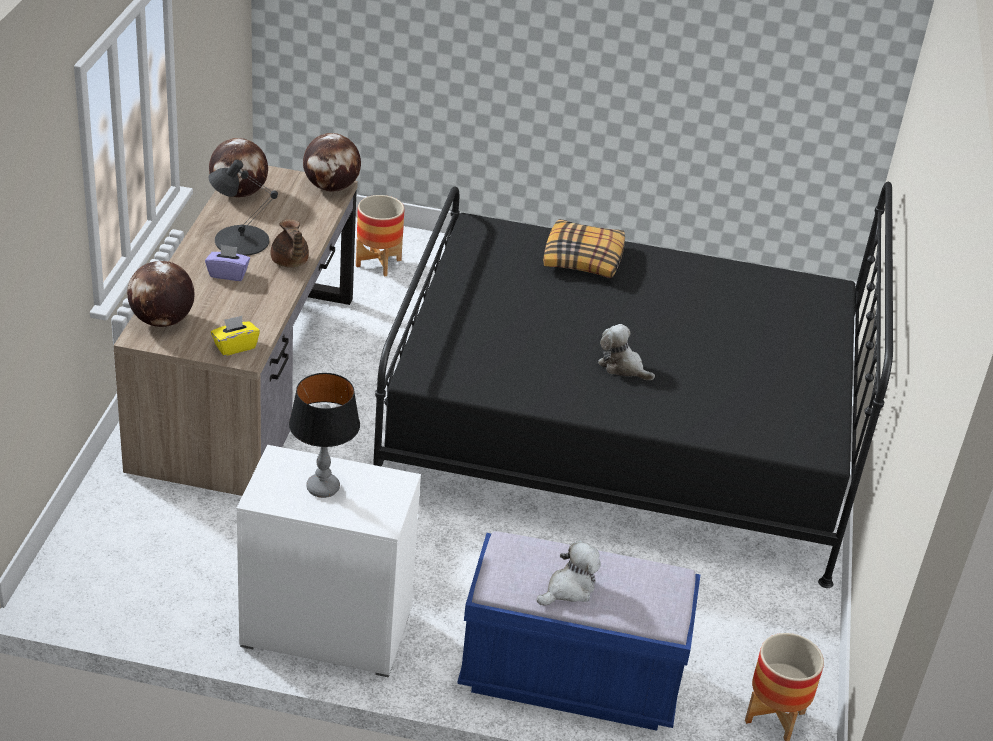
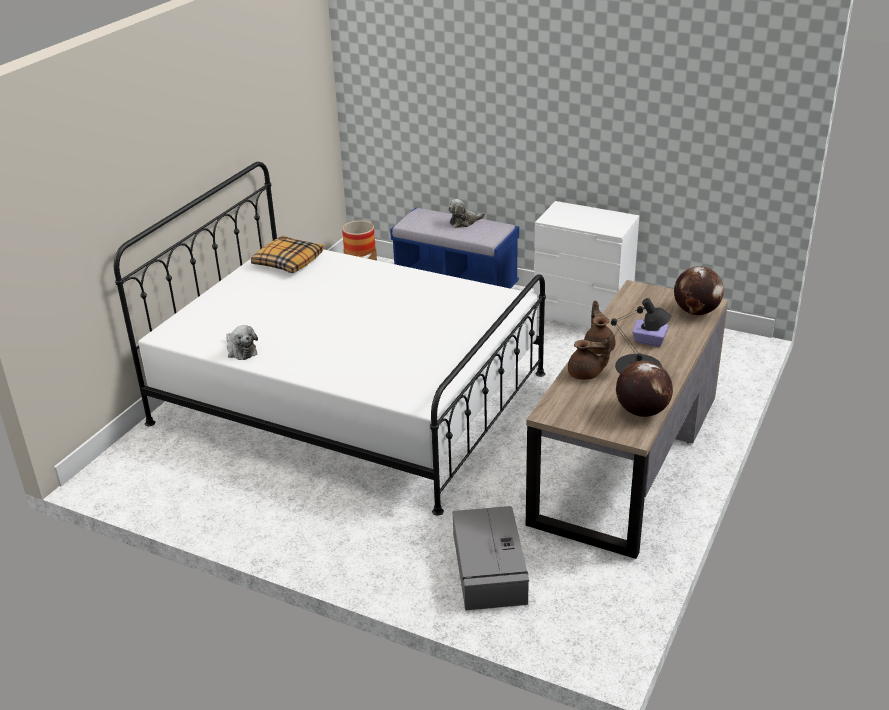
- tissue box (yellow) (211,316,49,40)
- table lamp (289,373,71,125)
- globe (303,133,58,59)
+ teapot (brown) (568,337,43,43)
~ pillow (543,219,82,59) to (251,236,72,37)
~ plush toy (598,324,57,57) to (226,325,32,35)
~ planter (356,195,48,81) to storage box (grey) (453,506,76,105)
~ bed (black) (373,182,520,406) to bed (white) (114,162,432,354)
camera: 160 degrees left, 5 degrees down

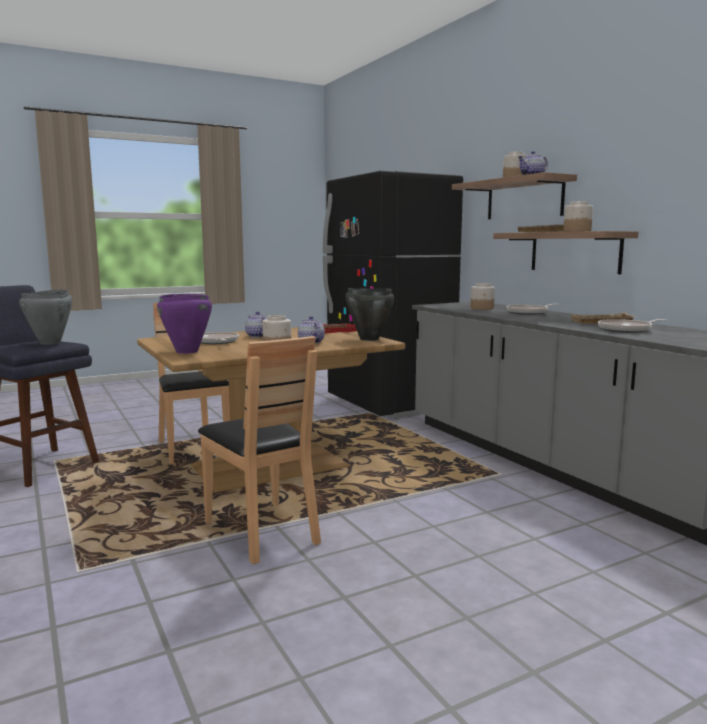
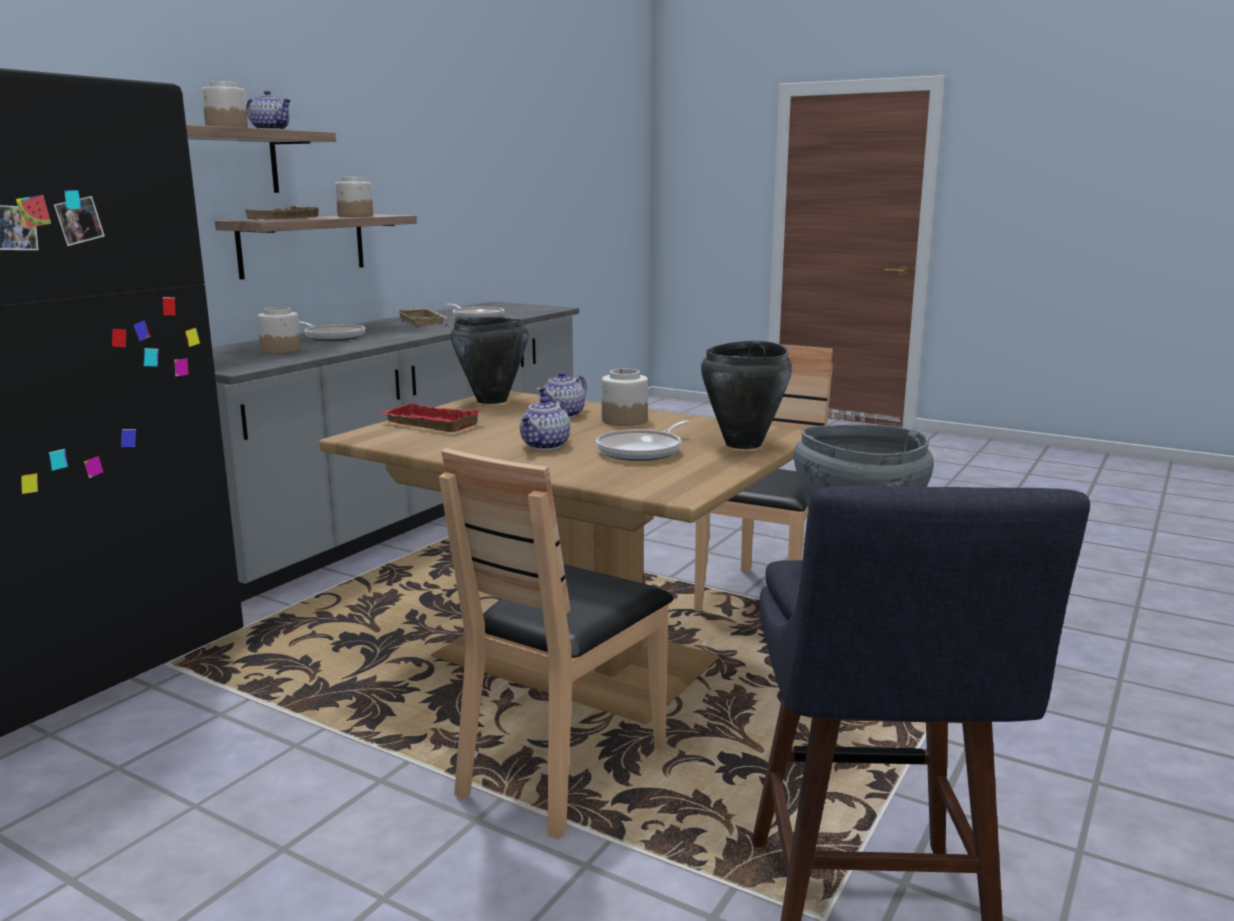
~ cooking pot (purple) (157,294,55,60) to cooking pot (black) (701,340,91,109)
camera: 120 degrees left, 5 degrees up

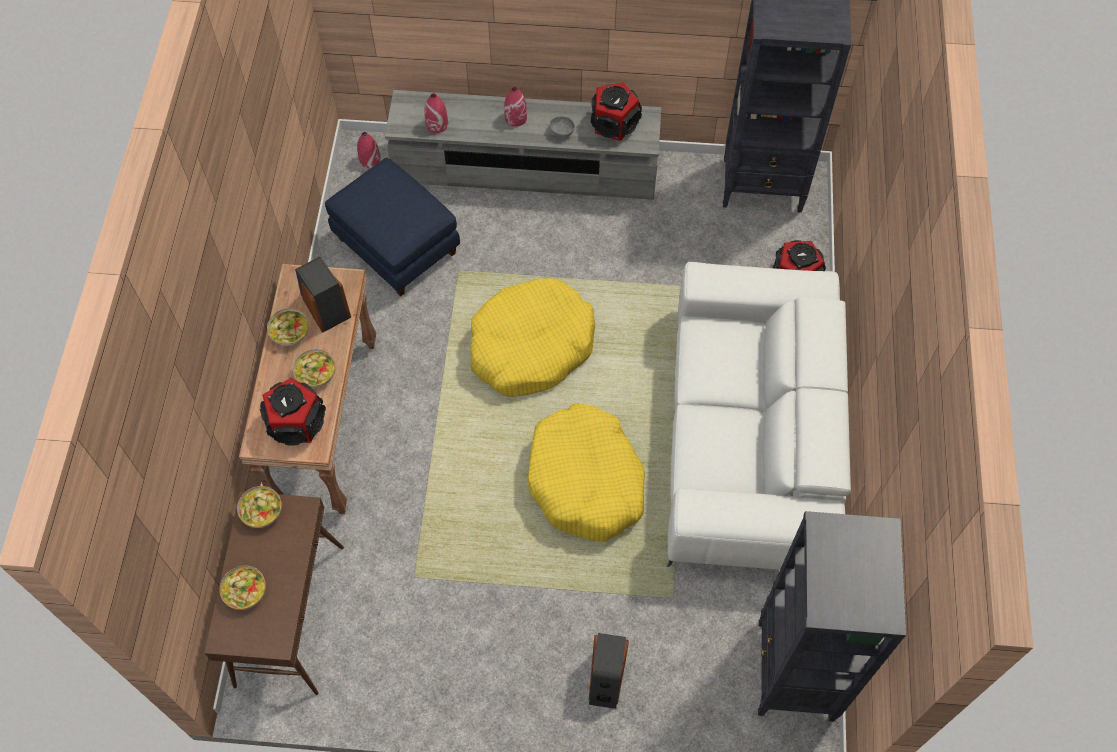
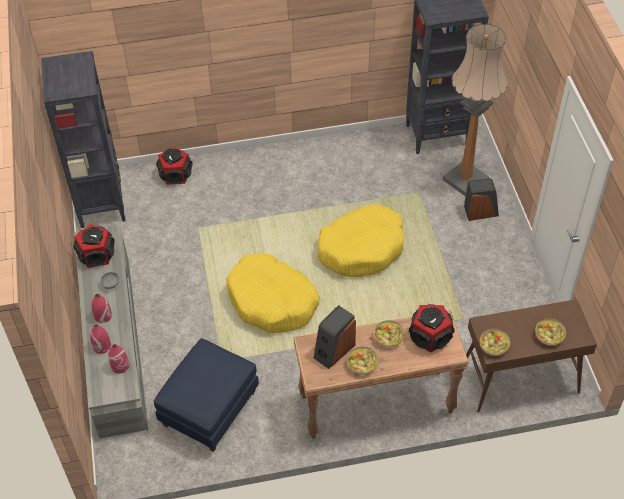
- sofa (white) (667,262,184,308)
+ floor lamp (443,24,65,172)
~ vase (red) (357,132,24,36) to (90,324,21,30)
camera: 105 degrees left, 10 degrees down

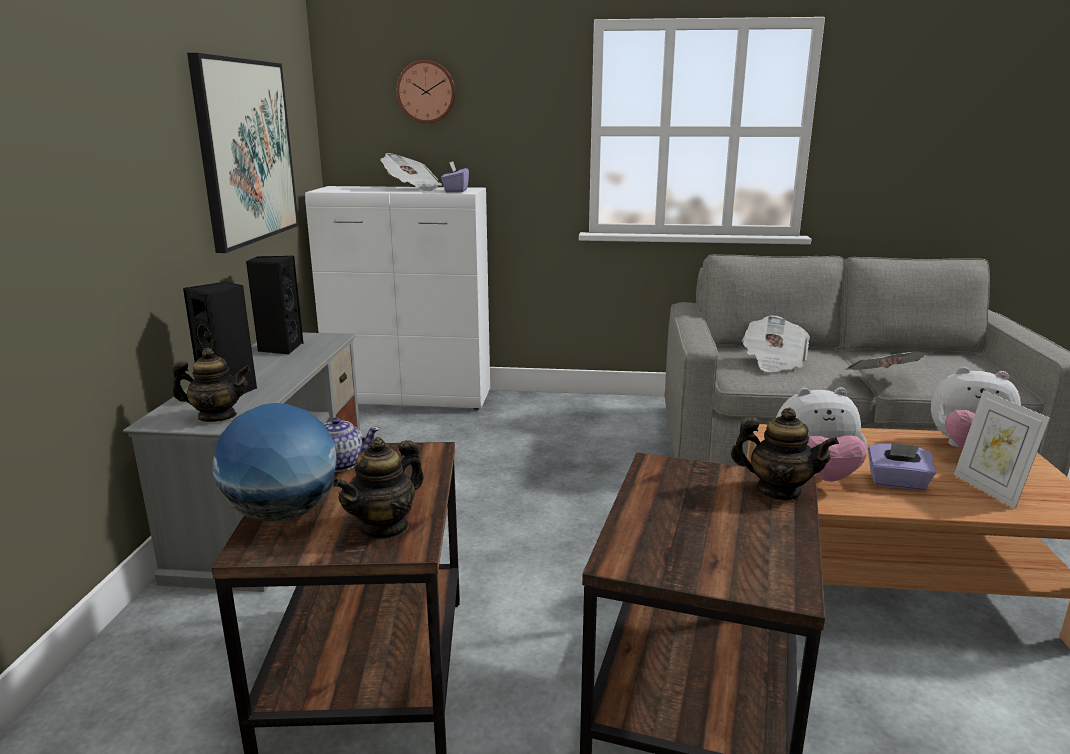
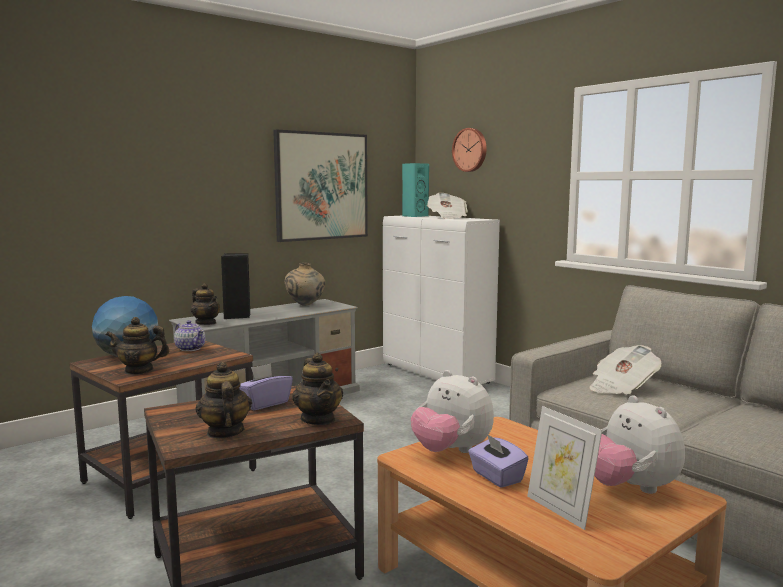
- newspaper (846,351,82,19)
+ teapot (196,362,56,77)
+ speaker (turquoise) (402,163,27,54)
~ tissue box (purple) (441,161,28,31) to (240,363,53,48)
~ speaker (black) (246,256,57,99) to vase (beige) (285,263,40,43)
~ picture frame (954,390,96,119) = (527,406,75,124) 60 degrees counterclockwise
camera: 45 degrees right, 10 degrees down

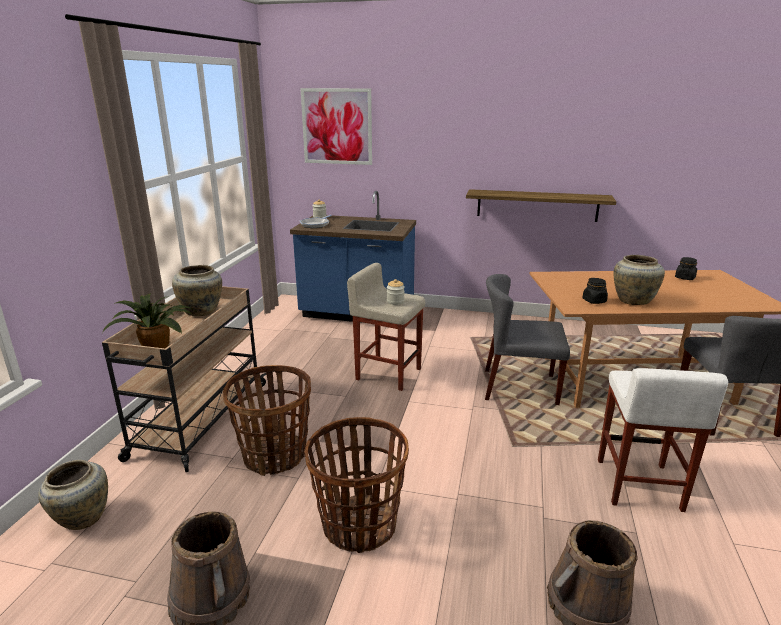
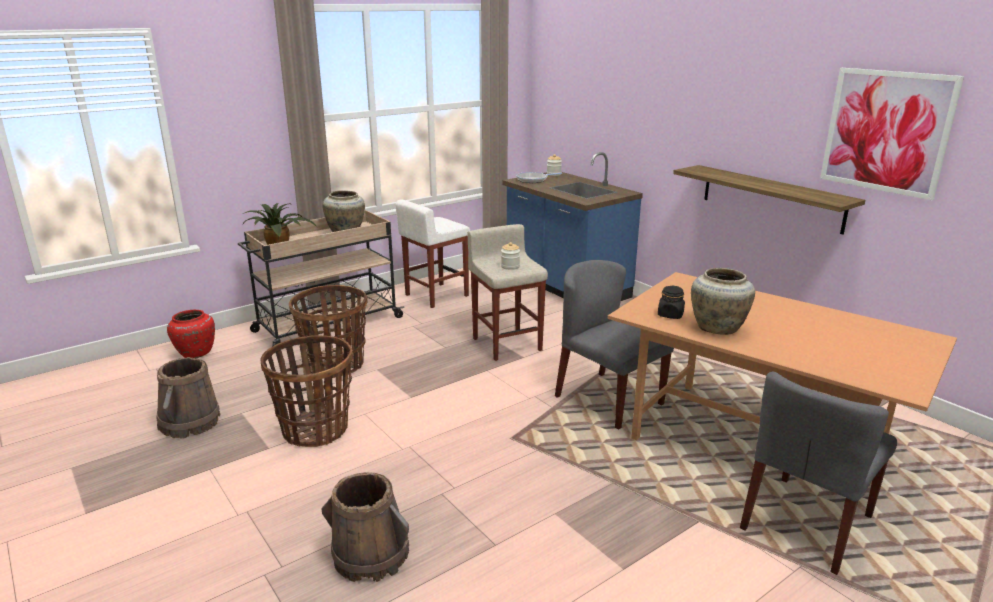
- jar (black) (675,257,22,23)
~ picture (300,88,72,77) to (820,68,144,132)
~ stool (white) (598,368,130,144) to (396,199,74,109)
~ vase (beige) (38,460,70,70) to vase (red) (167,310,48,48)
camera: 40 degrees right, 0 degrees up

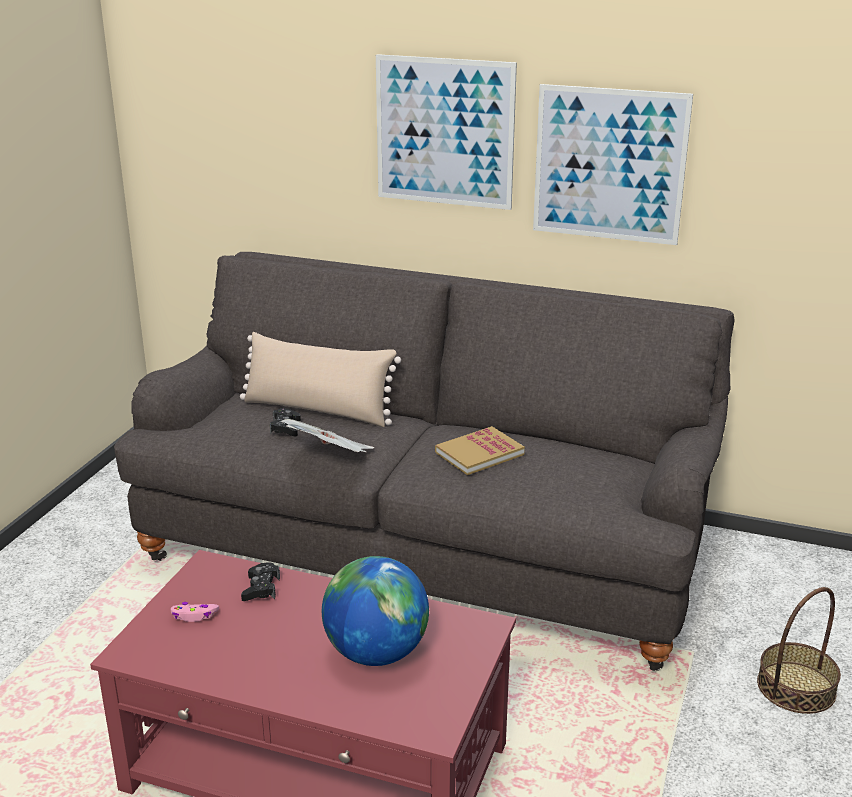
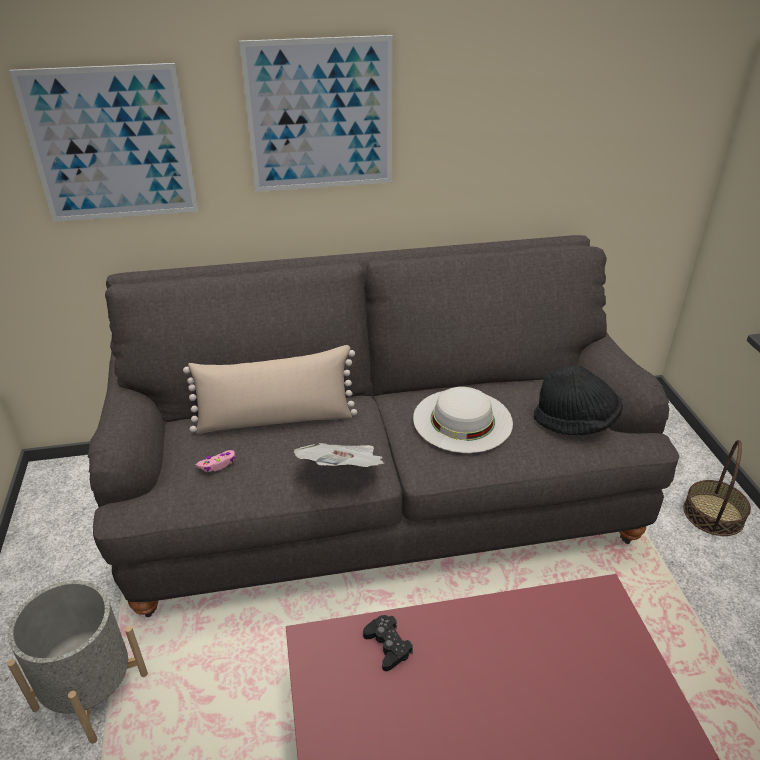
- game controller (black) (270,408,31,28)
- globe (322,556,107,110)
+ planter (grey) (7,580,141,164)
+ hat (black) (534,365,89,70)
~ game controller (pink) (171,602,48,20) to (196,450,39,22)
~ picture (533,84,160,161) to (9,63,190,159)
~ book (435,426,90,49) to hat (white) (413,387,100,66)
camera: 30 degrees left, 10 degrees up

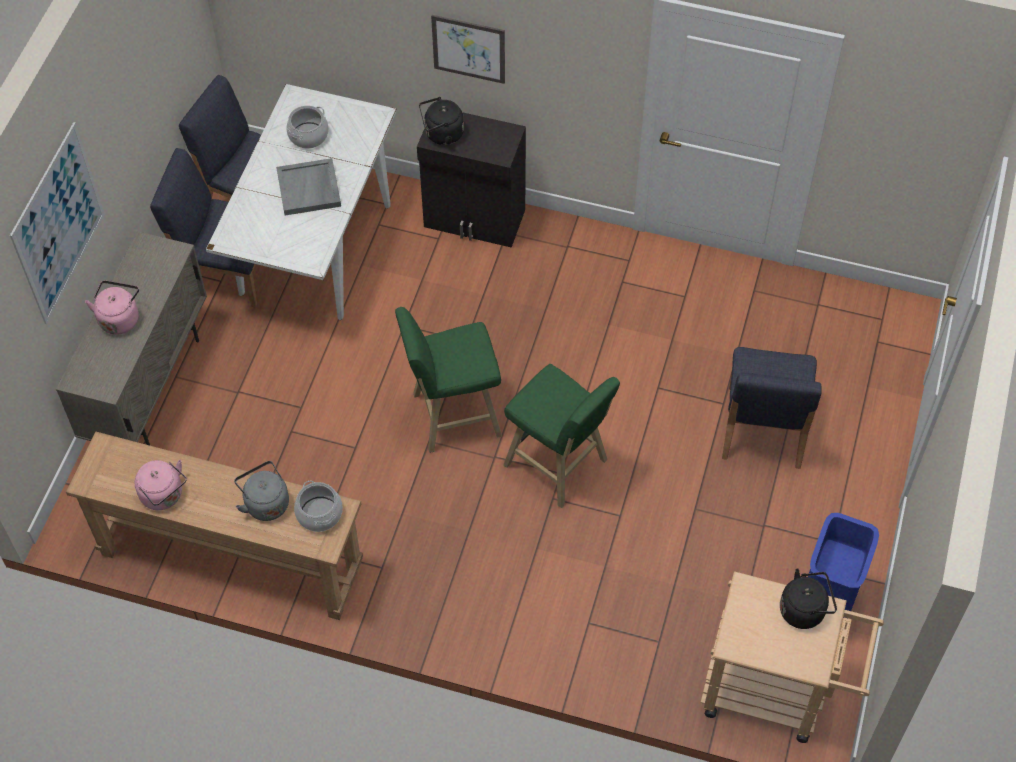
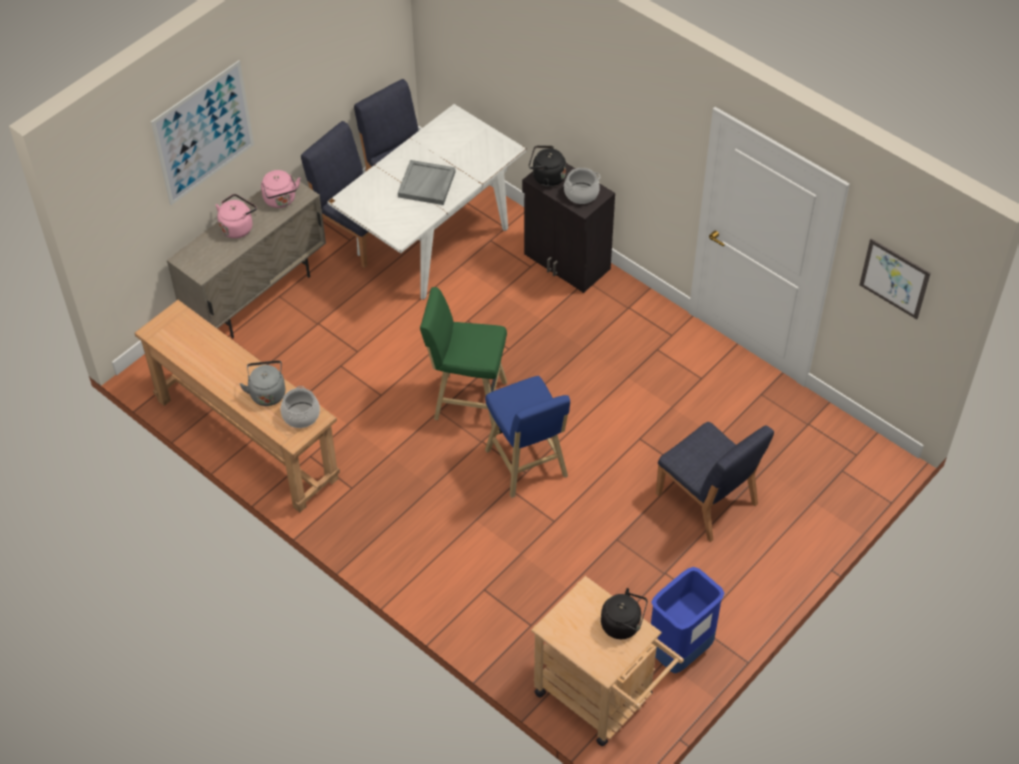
~ kettle (pink) (135,460,52,50) to (261,170,39,38)
~ cooking pot (287,106,42,43) to (563,168,37,36)
~ picture (431,15,74,69) to (860,238,71,81)
~ stool (green) (503,364,117,144) to stool (blue) (485,376,85,122)
~ chair (blue) (722,347,100,122) = (656,422,118,120) 75 degrees counterclockwise
camera: 25 degrees right, 5 degrees down

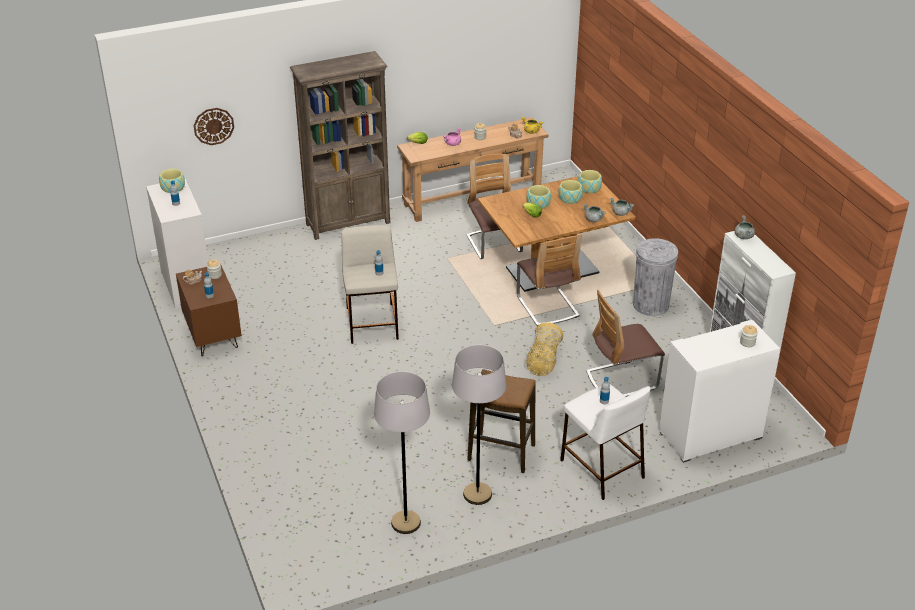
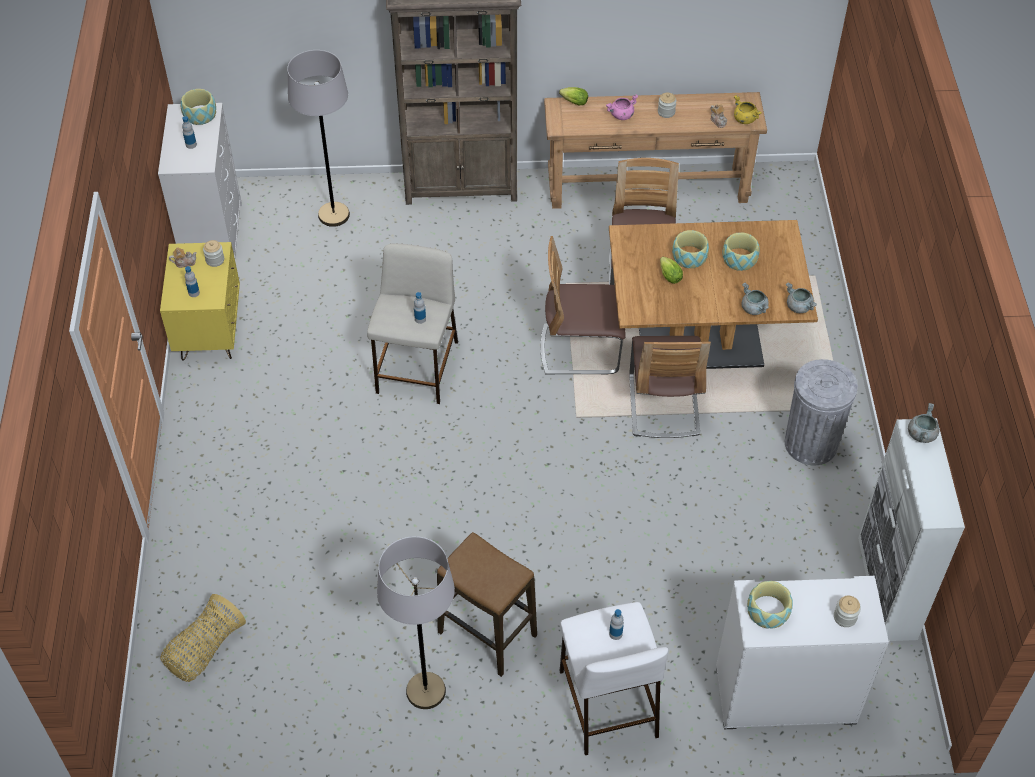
- wall clock (194,108,40,37)
~ floor lamp (grey) (374,371,56,163) to (287,50,63,177)
~ basket (526,322,37,54) to (160,594,86,88)
~ bowl (578,170,24,23) to (747,581,46,48)
~ chair (586,290,79,107) to (541,236,85,139)
~ nightstand (brown) (176,265,66,92) to nightstand (yellow) (160,242,80,119)
camera: 20 degrees right, 15 degrees up

